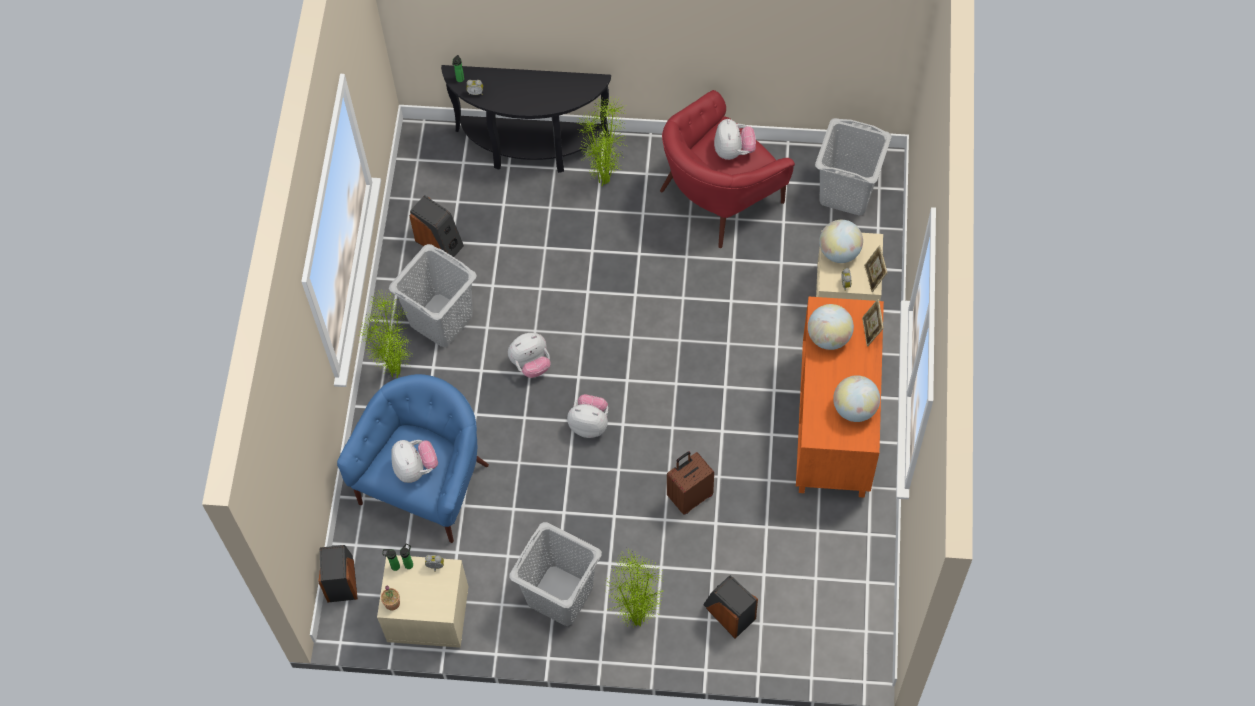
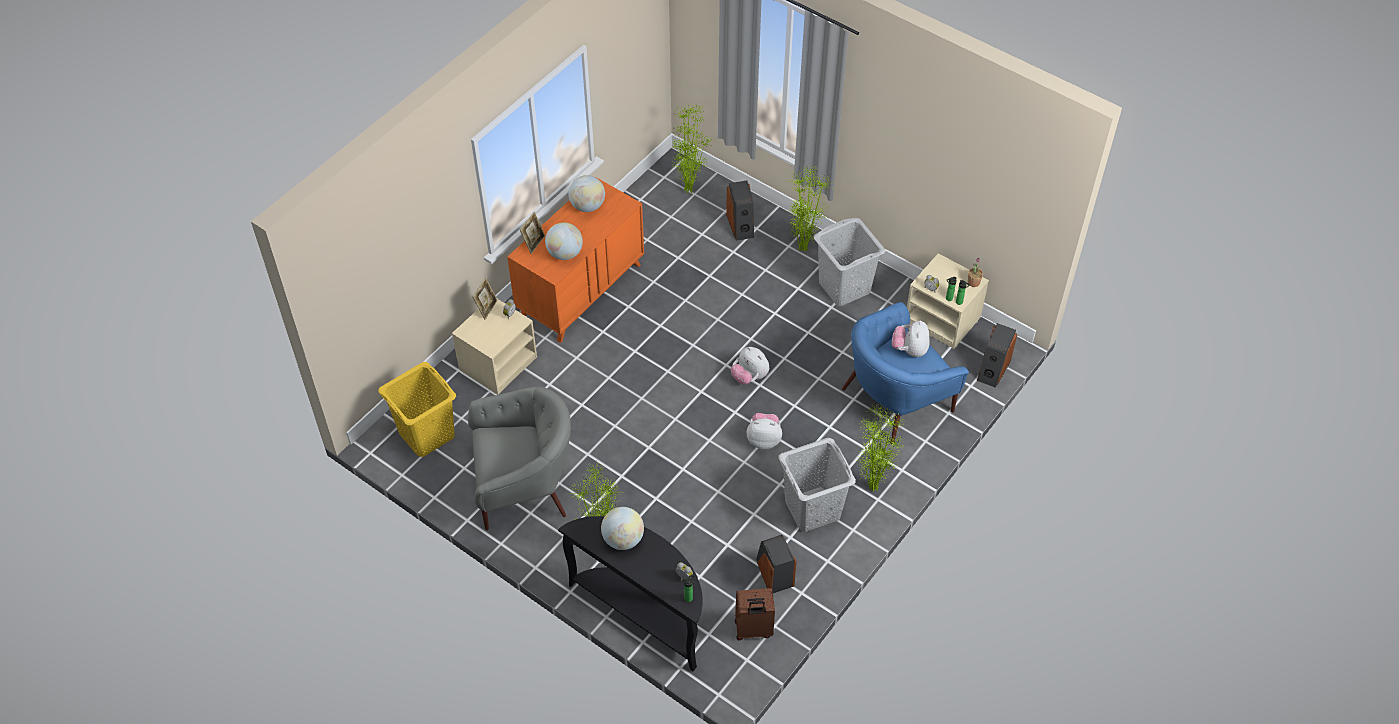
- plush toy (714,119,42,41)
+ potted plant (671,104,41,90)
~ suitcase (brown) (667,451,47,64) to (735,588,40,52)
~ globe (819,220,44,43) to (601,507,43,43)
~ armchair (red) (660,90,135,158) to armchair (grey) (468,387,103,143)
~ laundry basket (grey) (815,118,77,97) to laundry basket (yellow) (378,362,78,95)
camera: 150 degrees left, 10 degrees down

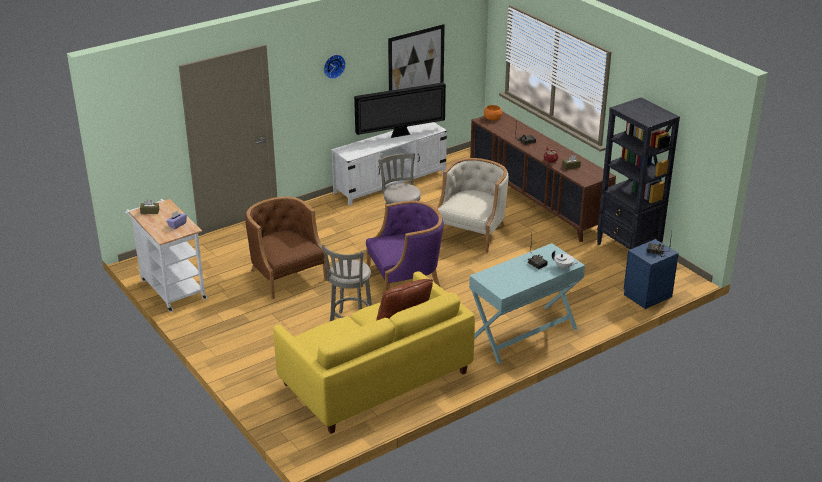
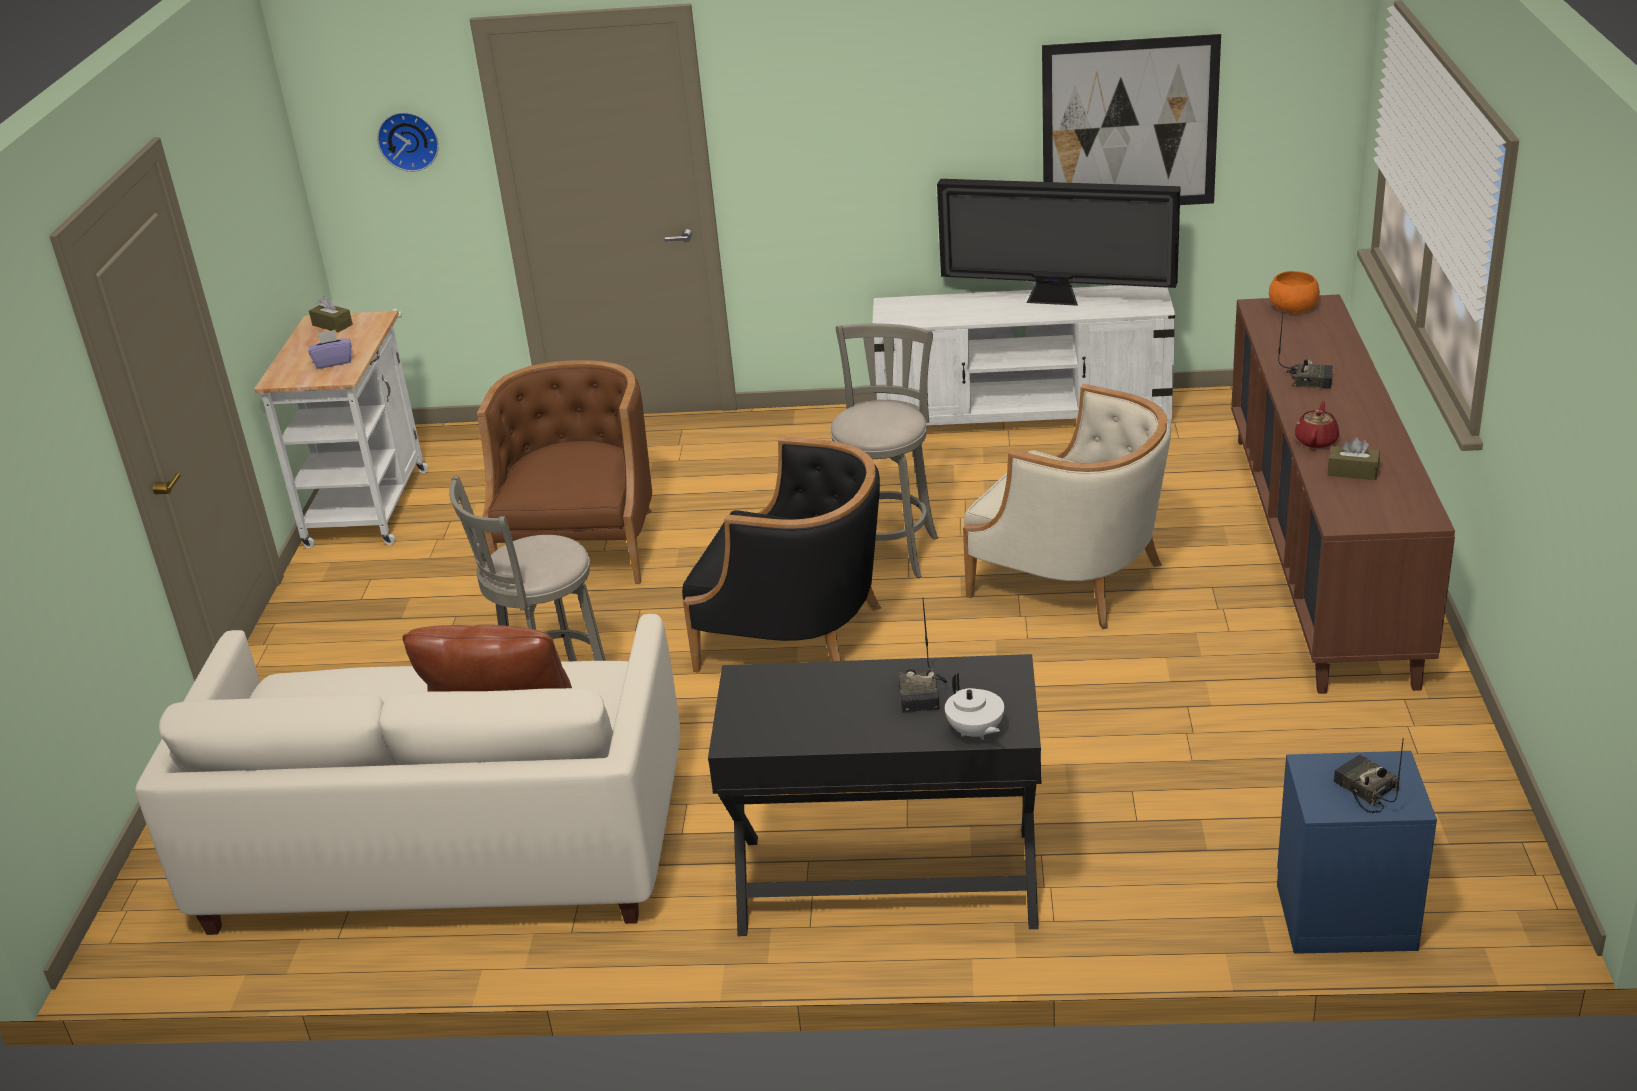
- bookcase (black) (597,98,83,151)
~ wall clock (324,55,22,24) to (377,112,62,60)
~ sofa (yellow) (274,271,201,163) to sofa (white) (135,614,545,321)
~ armchair (purple) (366,201,78,91) to armchair (black) (682,436,199,237)
~ console table (turquoise) (469,243,116,121) to console table (black) (708,654,333,282)
~ armchair (beige) (437,158,71,95) = (963,384,208,245) 60 degrees clockwise
camera: 40 degrees right, 0 degrees up

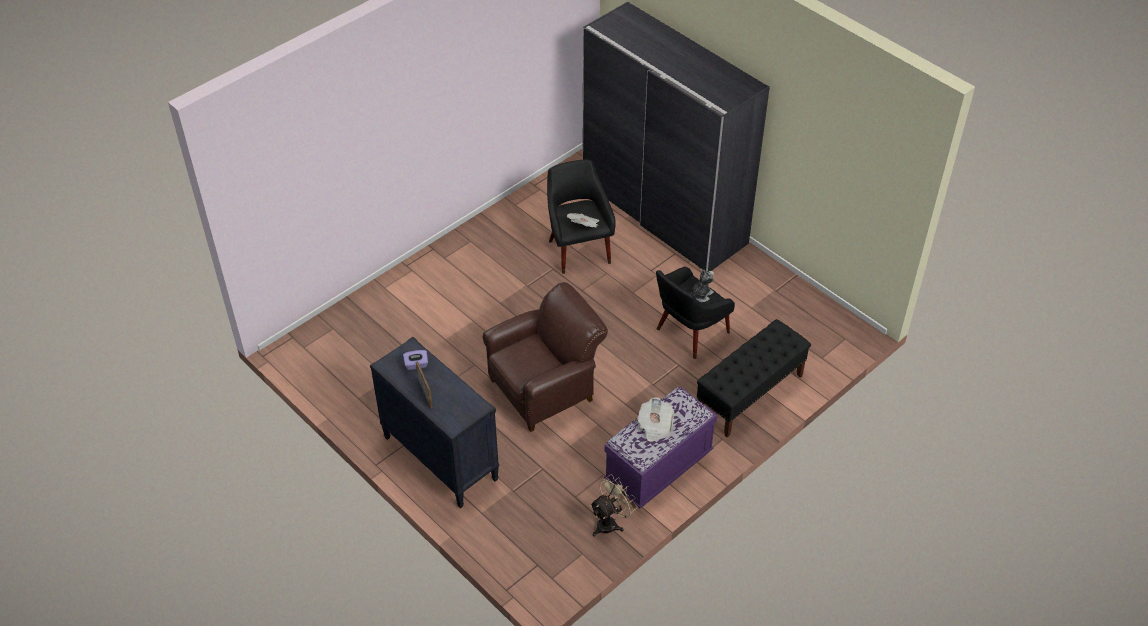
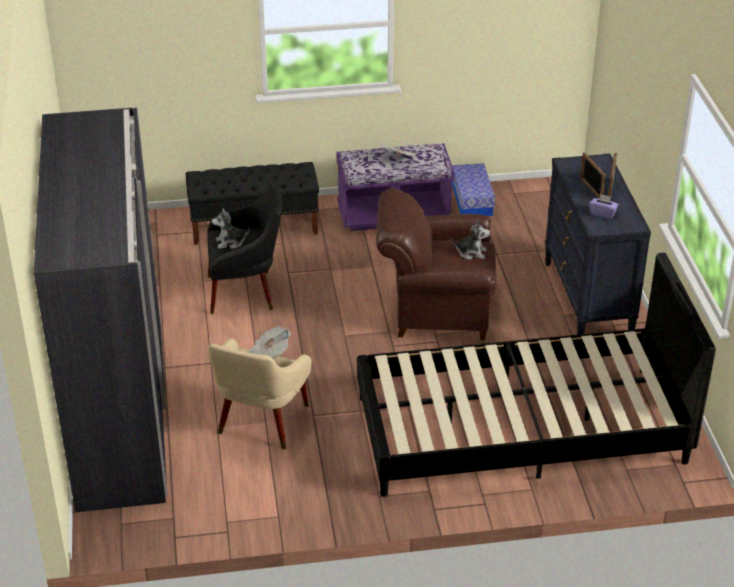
+ bed (black) (357,253,359,244)
+ plush toy (451,219,39,41)
+ picture frame (580,152,26,47)
~ fan (beige) (590,475,47,61) to storage box (452,163,43,53)
~ armchair (black) (547,160,69,114) to armchair (beige) (208,339,104,110)
camera: 145 degrees left, 10 degrees down

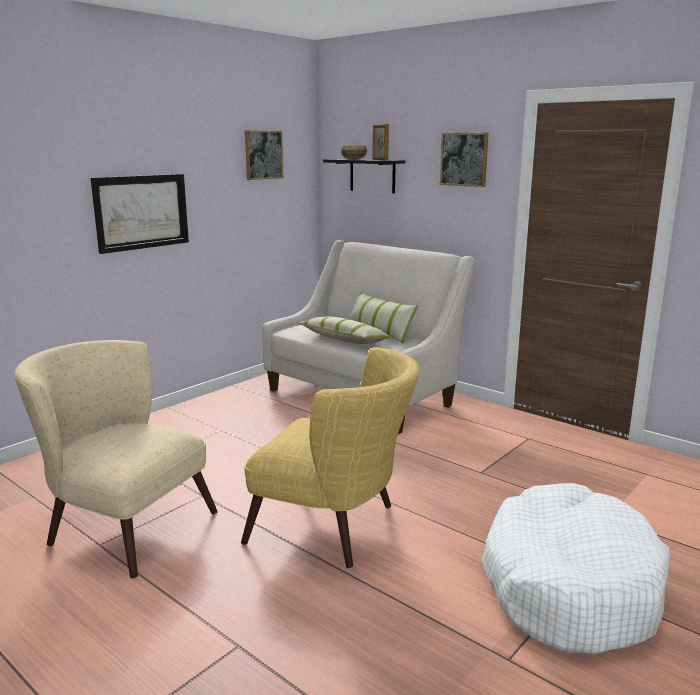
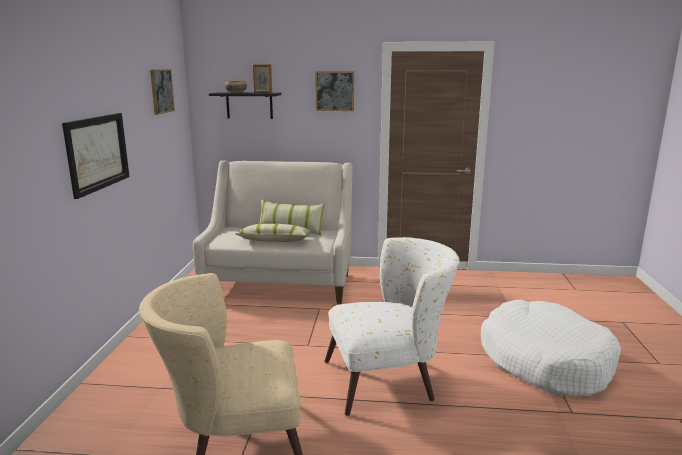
~ armchair (yellow) (241,347,179,221) to armchair (white) (325,237,134,179)
camera: 35 degrees left, 0 degrees up

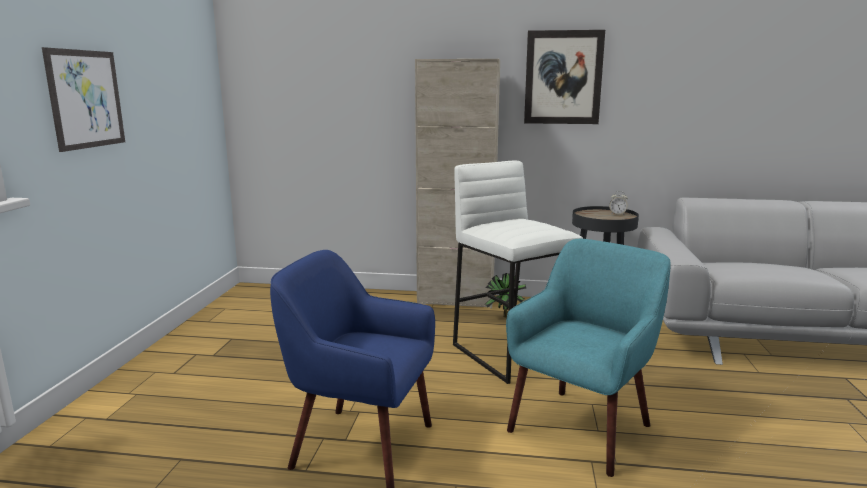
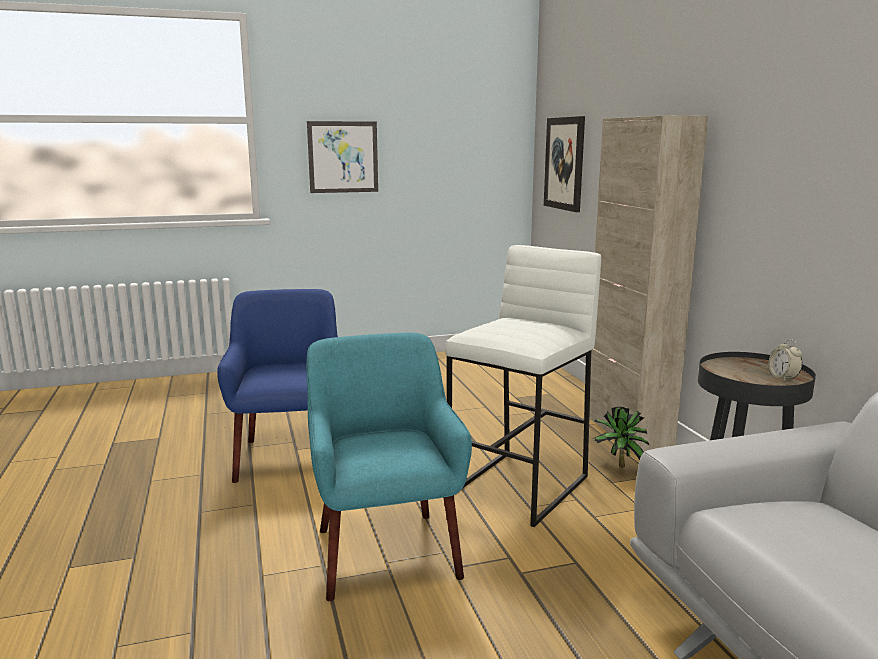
~ picture (524,30,81,94) to (544,116,41,96)
~ armchair (turquoise) (506,239,165,238) = (306,333,166,268) 120 degrees counterclockwise
camera: 65 degrees right, 0 degrees up

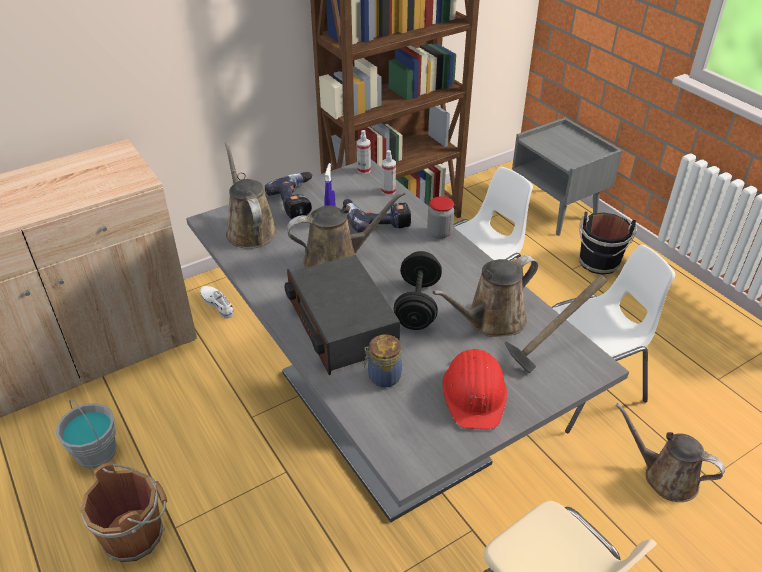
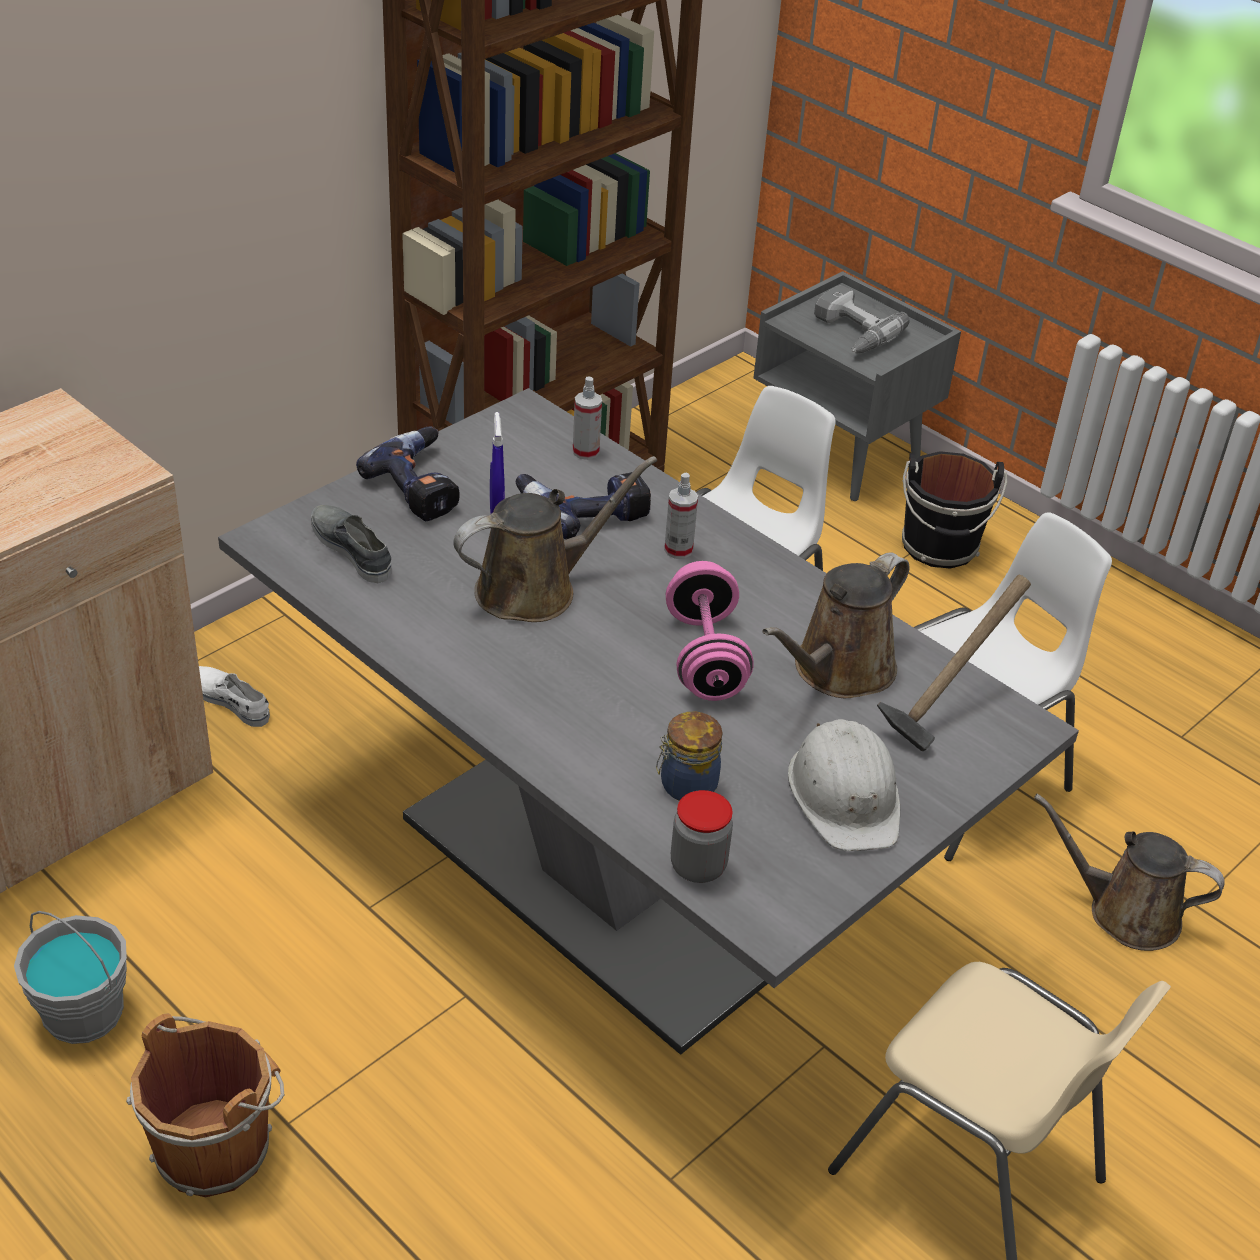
- radio (285,255,115,120)
+ power drill (814,285,96,68)
~ spray bottle (356,130,15,44) to (664,472,34,87)
~ jar (427,196,27,43) to (671,790,62,93)
~ watering can (brown) (225,142,52,107) to shoe (grey) (311,505,80,78)
~ dumbbell (black) (394,251,48,79) to dumbbell (pink) (666,561,88,140)
~ hard hat (red) (442,349,65,80) to hard hat (white) (788,719,112,132)
camera: 15 degrees left, 0 degrees up

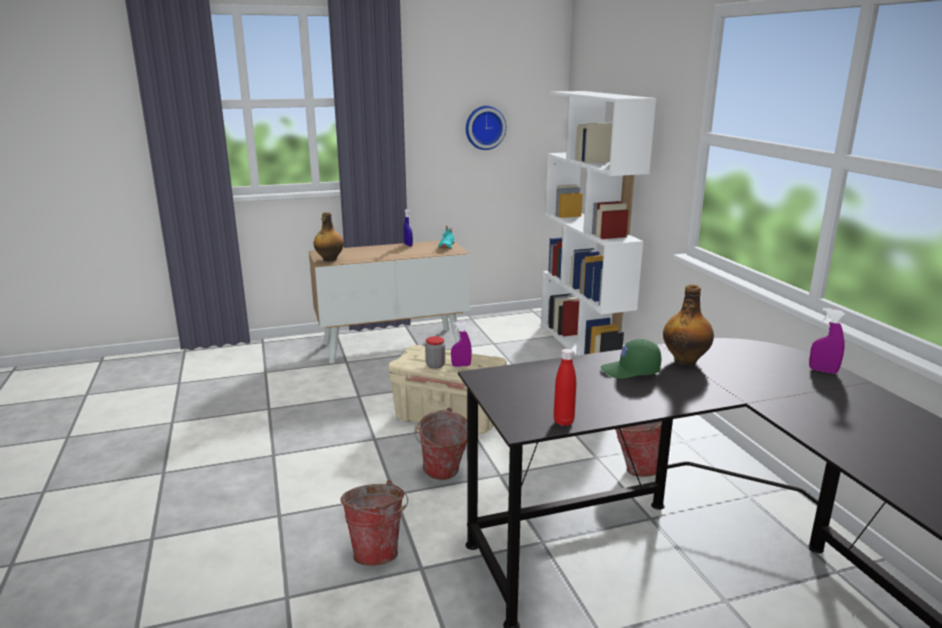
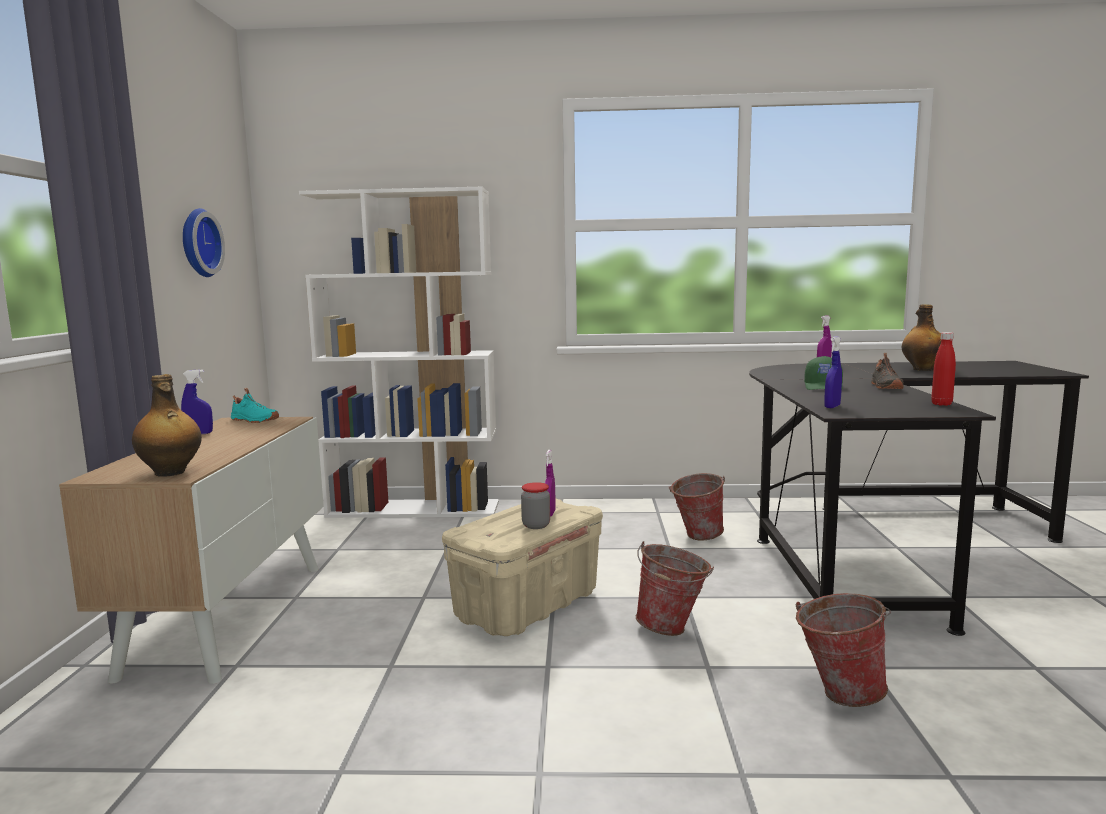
+ spray bottle (blue) (824,336,18,72)
+ shoe (black) (871,353,33,36)
~ bottle (663,285,51,81) to (902,304,39,67)
camera: 70 degrees left, 10 degrees down

